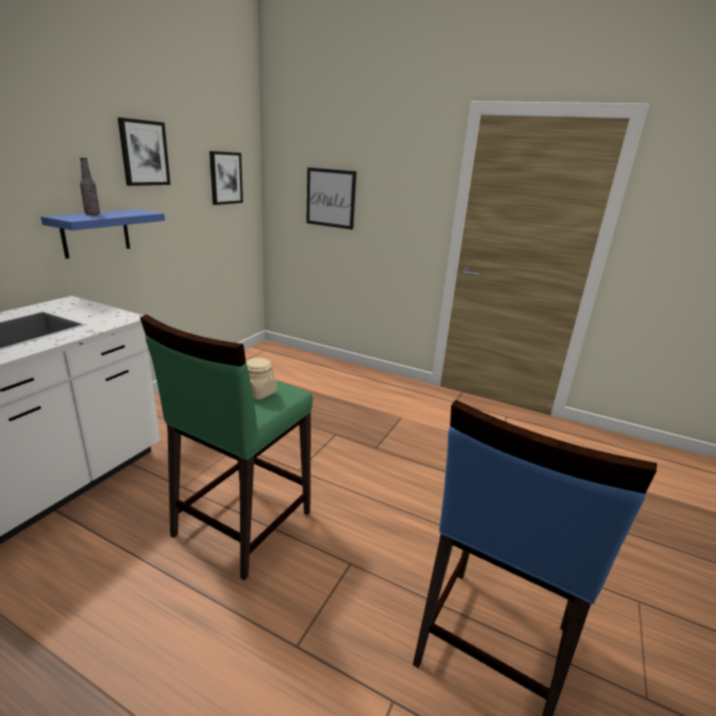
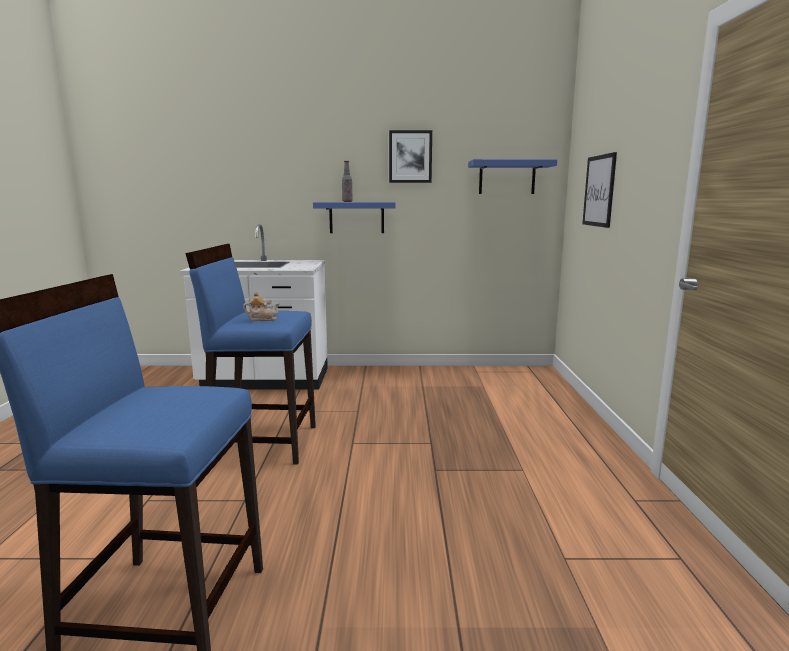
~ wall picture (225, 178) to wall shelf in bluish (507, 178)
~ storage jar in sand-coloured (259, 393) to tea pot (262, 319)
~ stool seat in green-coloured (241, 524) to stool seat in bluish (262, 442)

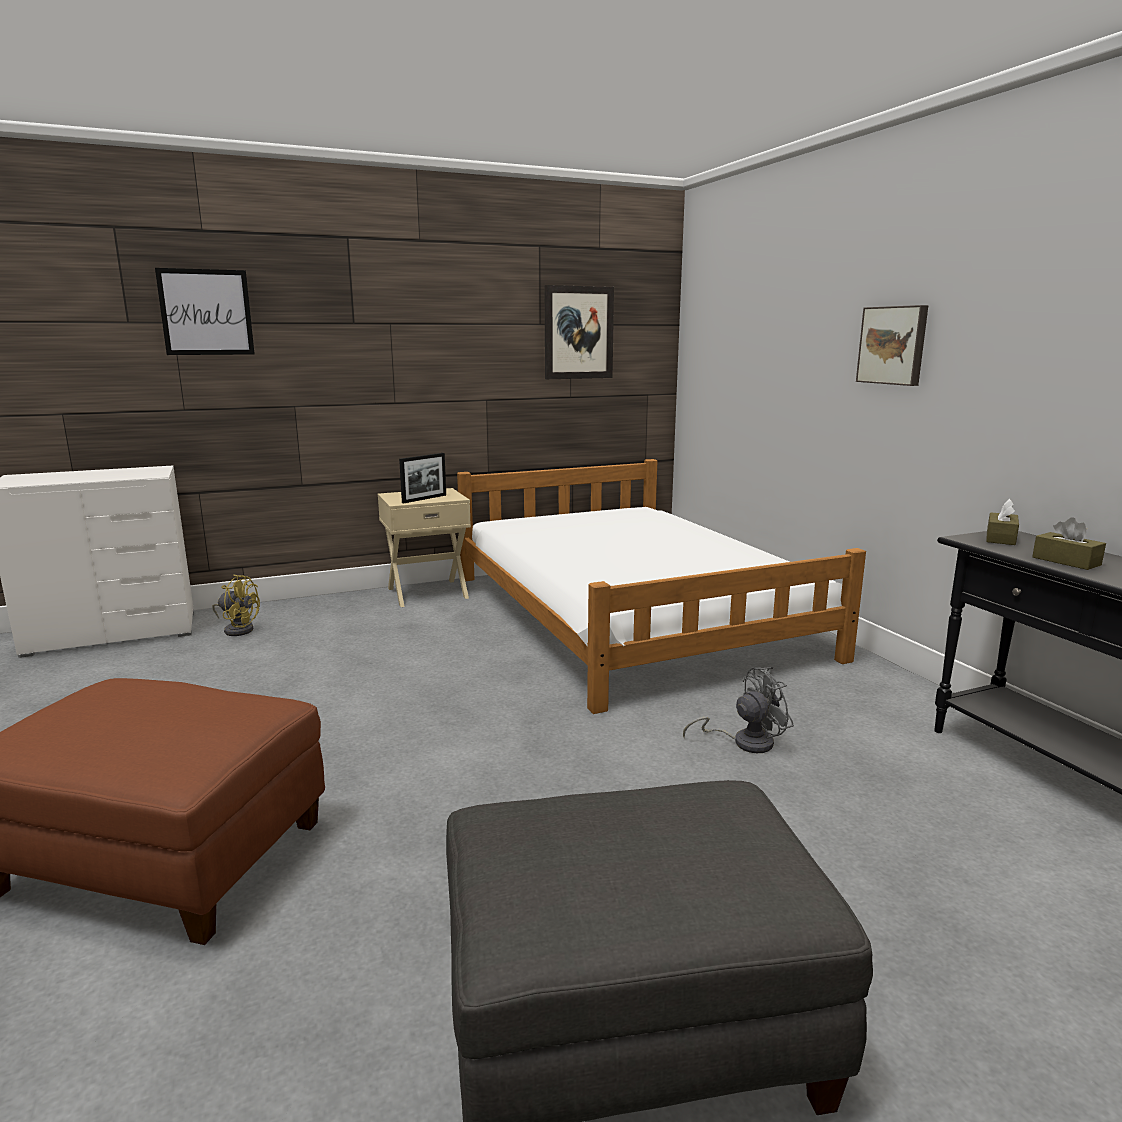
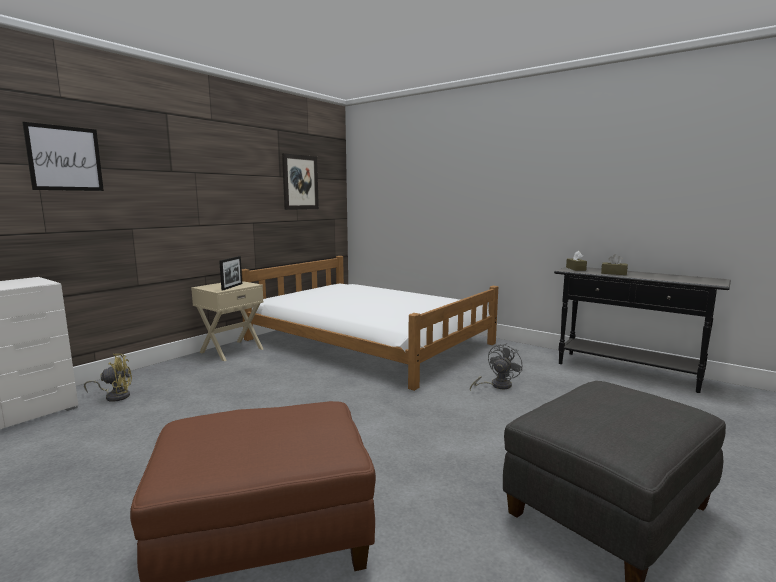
- wall picture (893, 345)

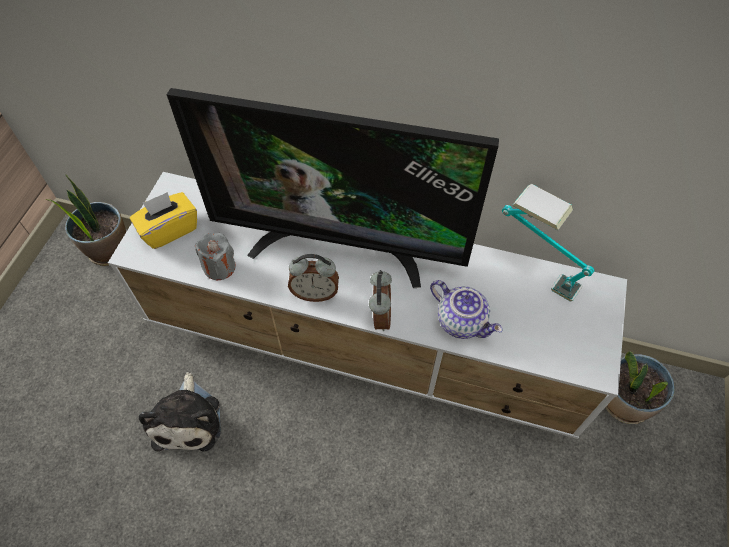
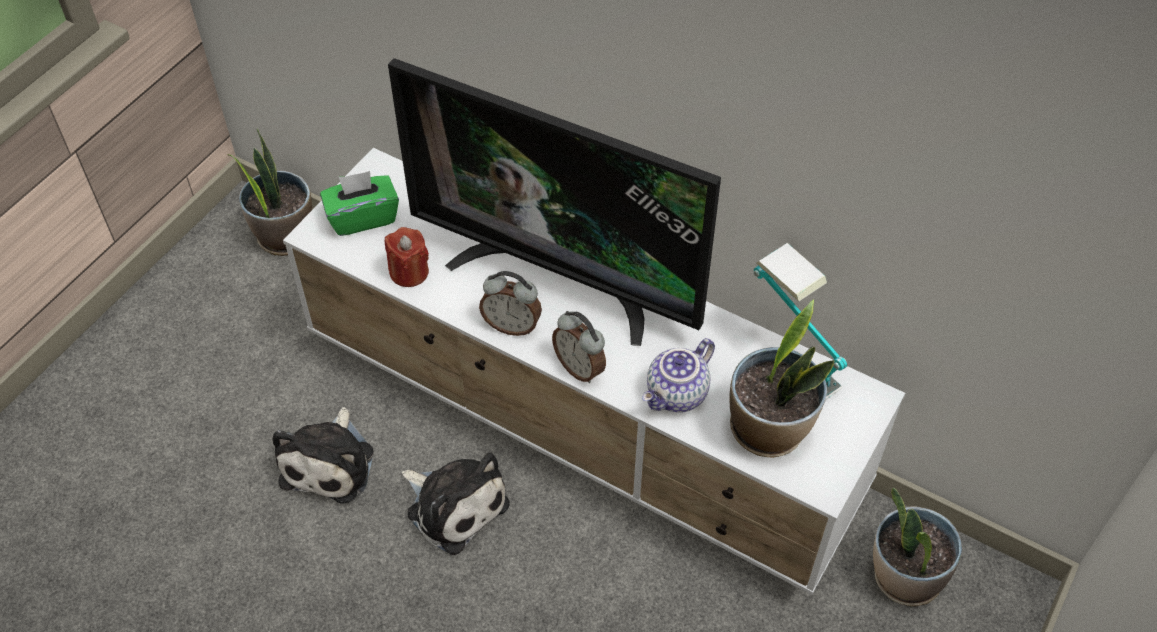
+ soft toy (454, 505)
+ plant in a pot (769, 429)
~ tissue box in yellow (169, 229) to tissue box in green-coloured (363, 217)
~ wax light in gray (219, 267) to wax light in red (409, 272)
~ table clock (379, 316) = (580, 367) 120 degrees clockwise
~ tea pot (462, 321) = (677, 395) 75 degrees clockwise

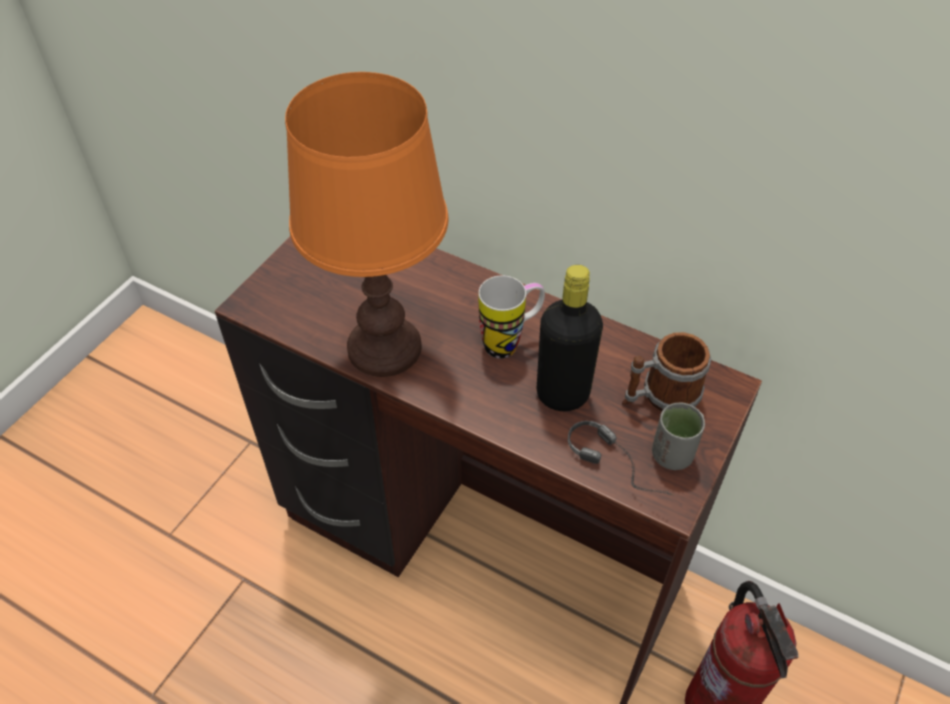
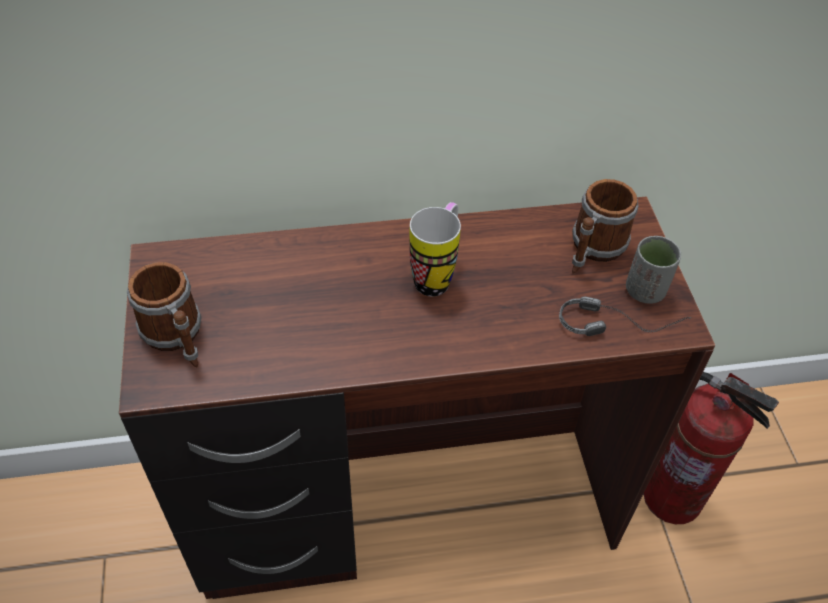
- tabletop lamp in orangey (385, 348)
- drink bottle in black (562, 394)
+ mug (177, 338)

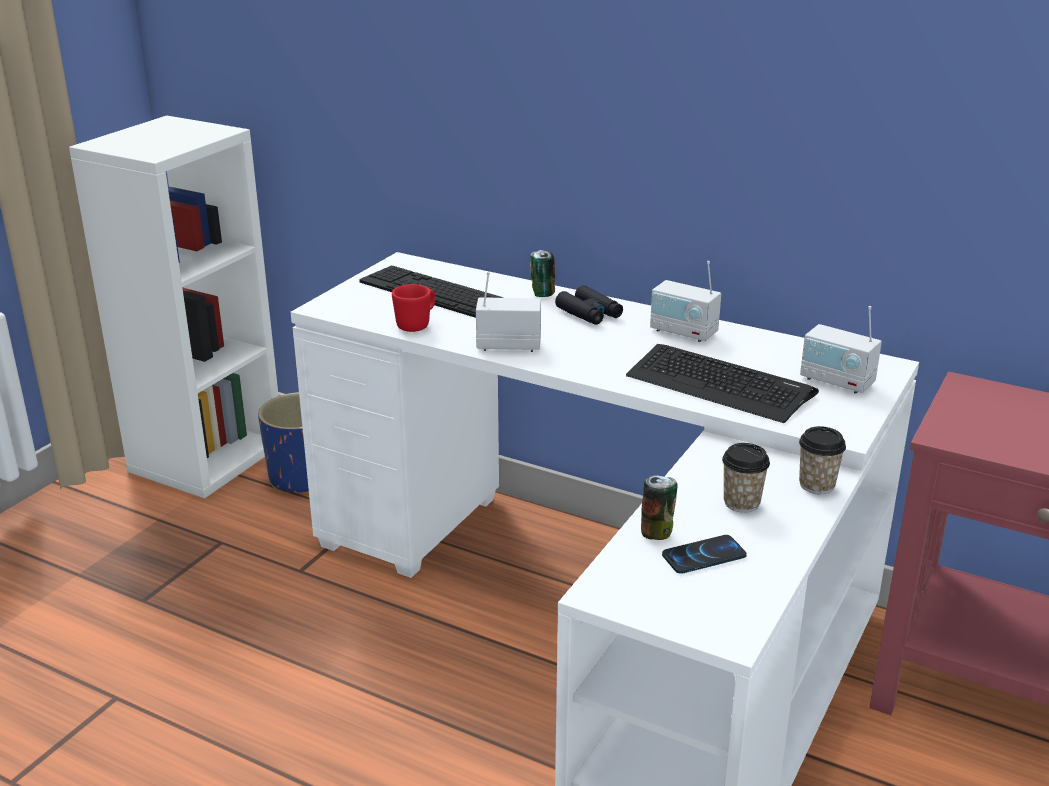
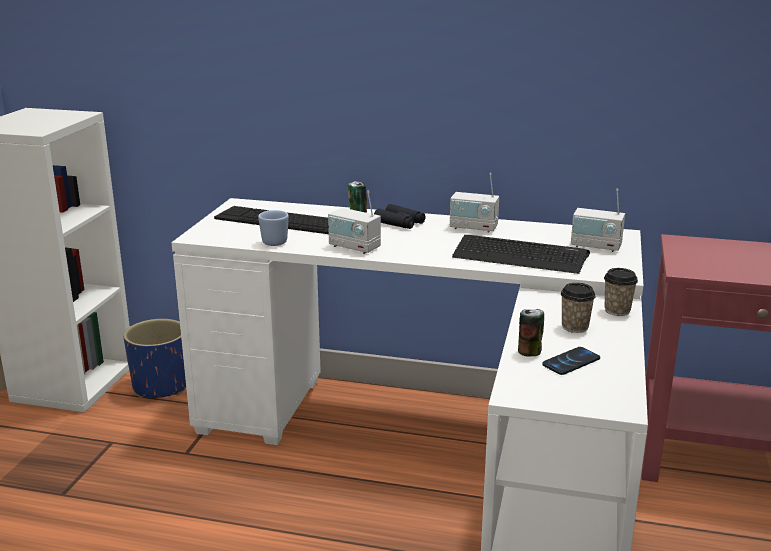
~ mug in red (417, 324) to mug in bluish (277, 241)
~ radio set (508, 345) = (354, 247) 135 degrees counterclockwise

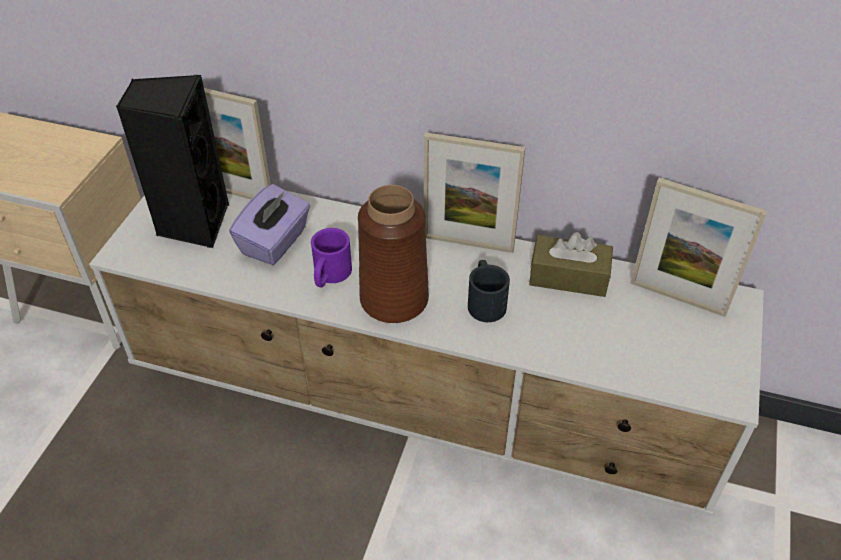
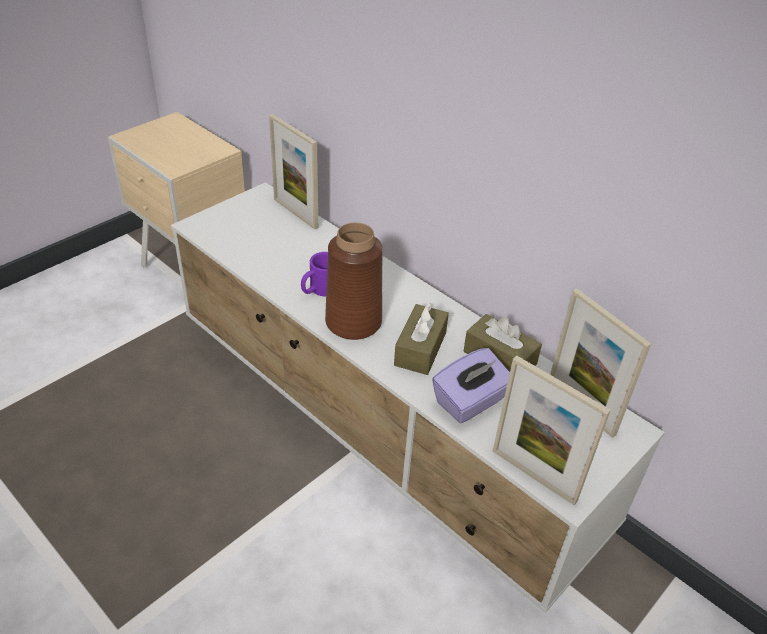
- speaker in black (193, 223)
~ tissue box in purple-coloured (275, 242) to (470, 402)
~ standing frame (468, 243) to (533, 475)
~ mug in black (485, 301) to tissue box in brownish (420, 349)

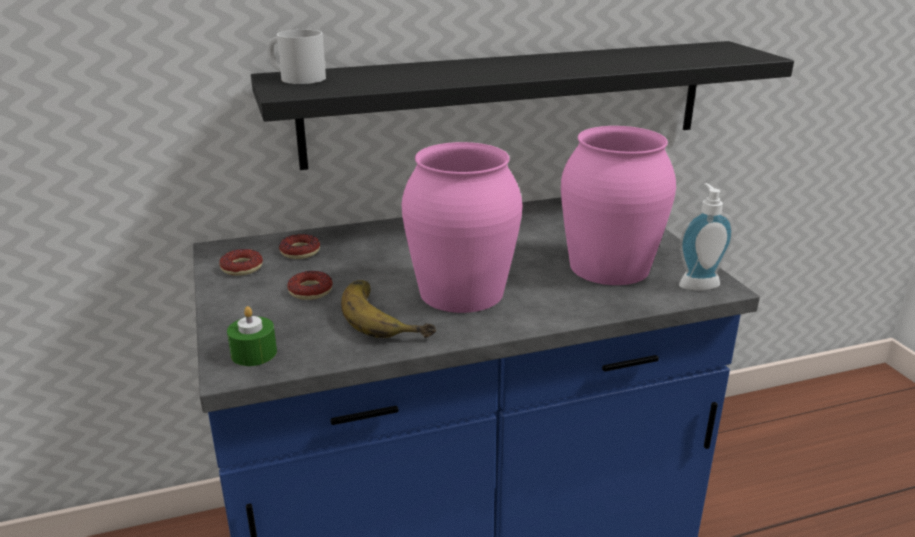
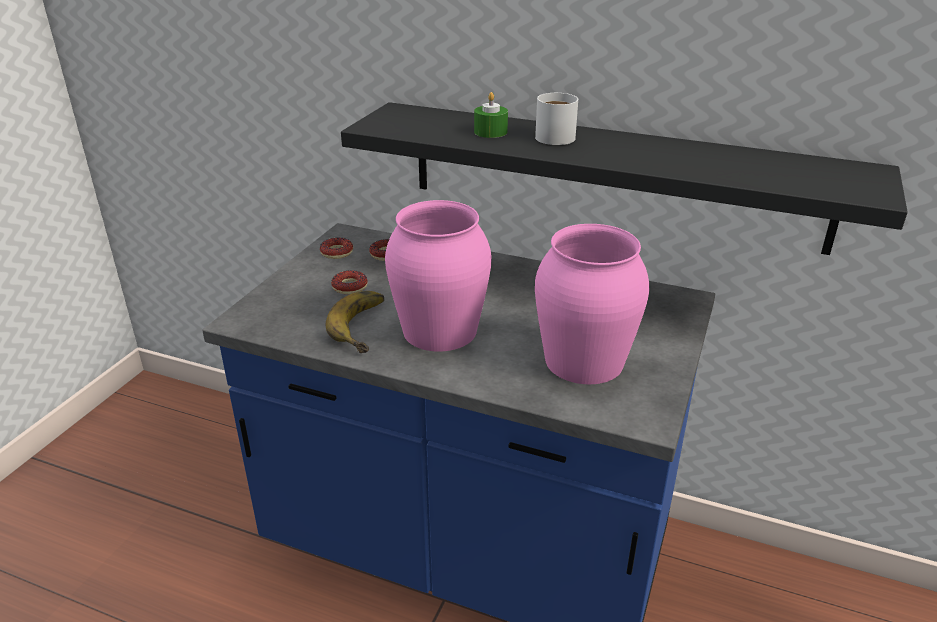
- soap dispenser (697, 283)
~ wax light in green-coloured (254, 353) to (490, 132)
~ mug in white-coloured (296, 77) to (551, 135)

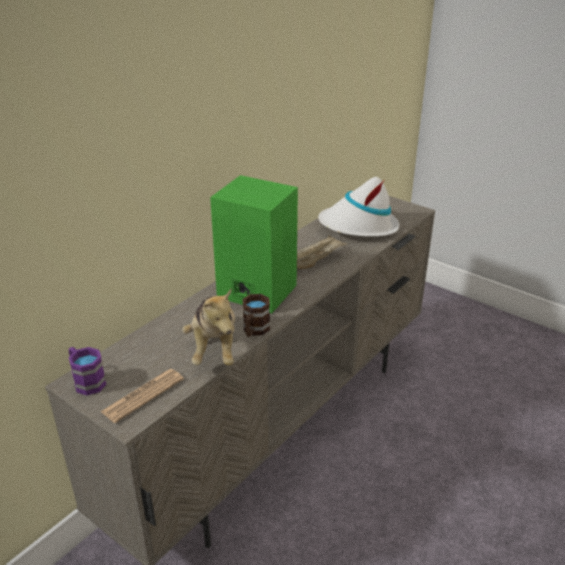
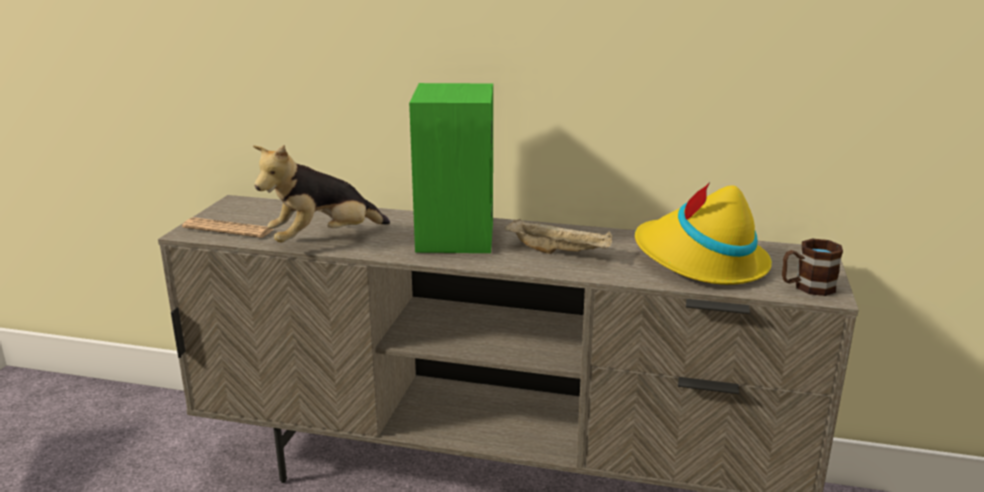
- mug in purple-coloured (86, 381)
~ mug in brownish (254, 331) to (806, 287)
~ wearable hat in white-coloured (358, 226) to wearable hat in yellow (699, 262)

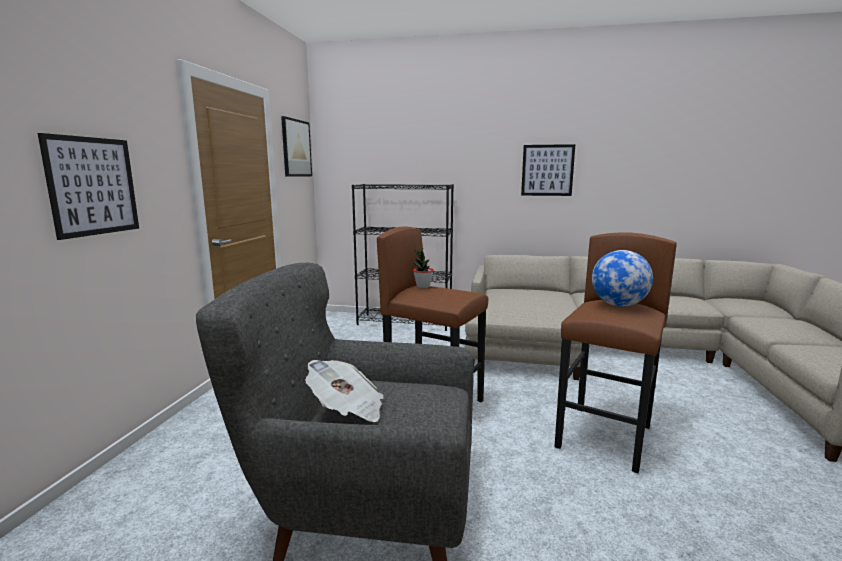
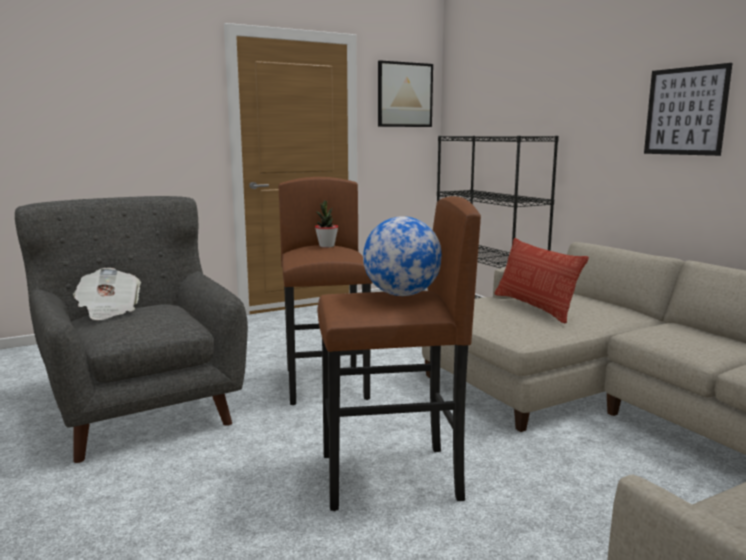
- wall picture (93, 186)
+ pillow (534, 307)

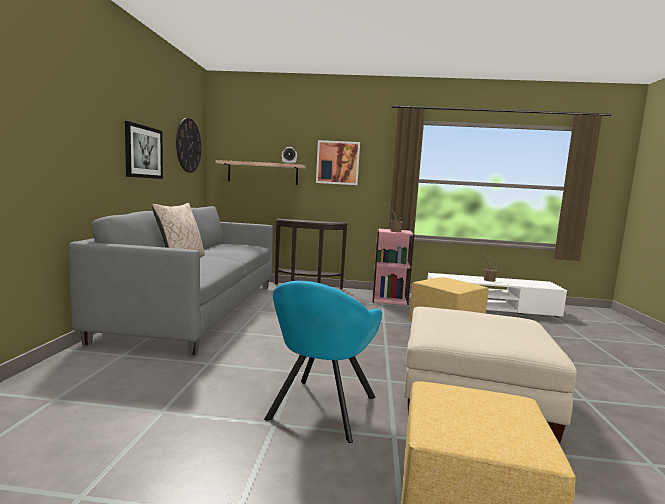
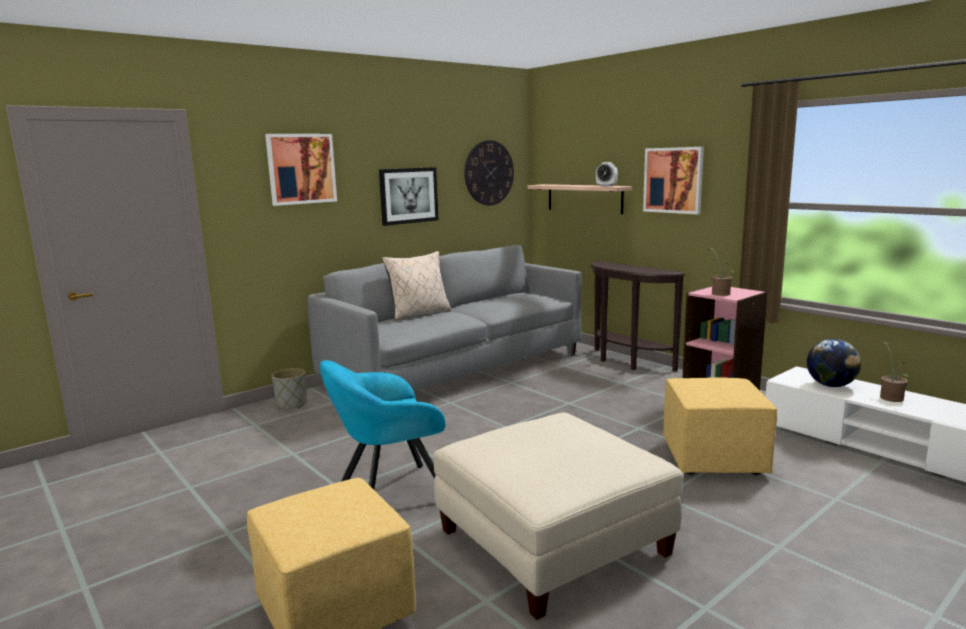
+ wall picture (301, 169)
+ flower pot in gray (292, 404)
+ world globe (831, 385)

